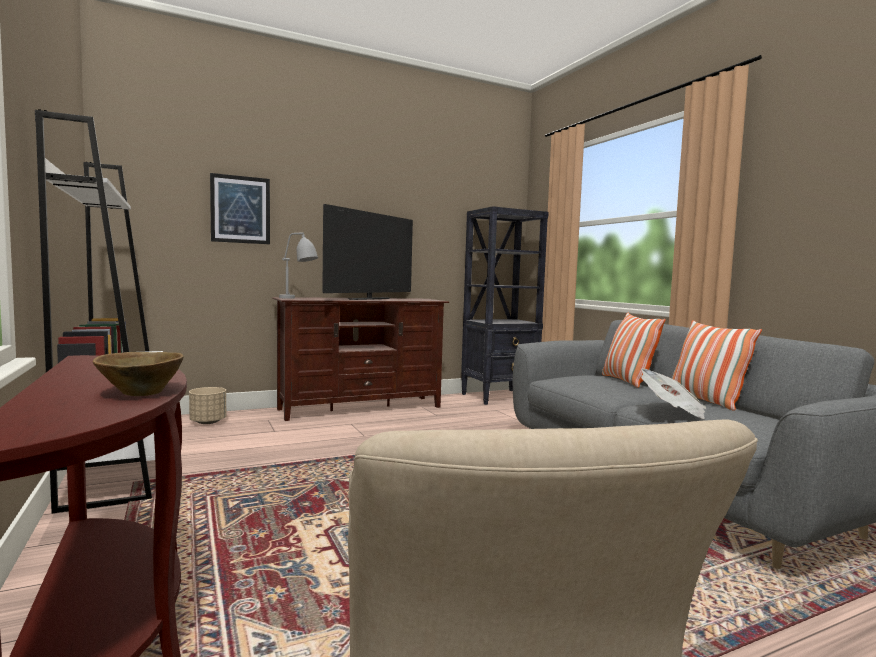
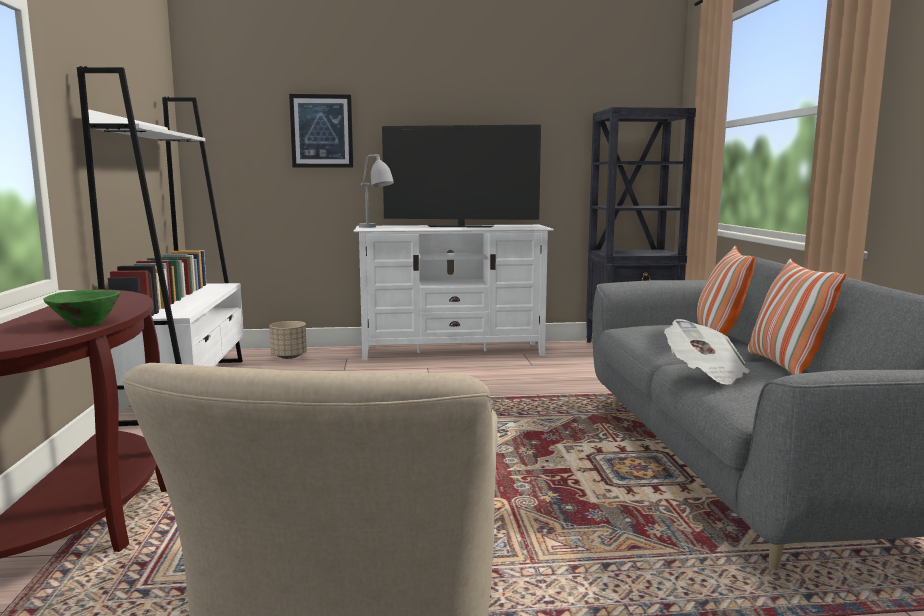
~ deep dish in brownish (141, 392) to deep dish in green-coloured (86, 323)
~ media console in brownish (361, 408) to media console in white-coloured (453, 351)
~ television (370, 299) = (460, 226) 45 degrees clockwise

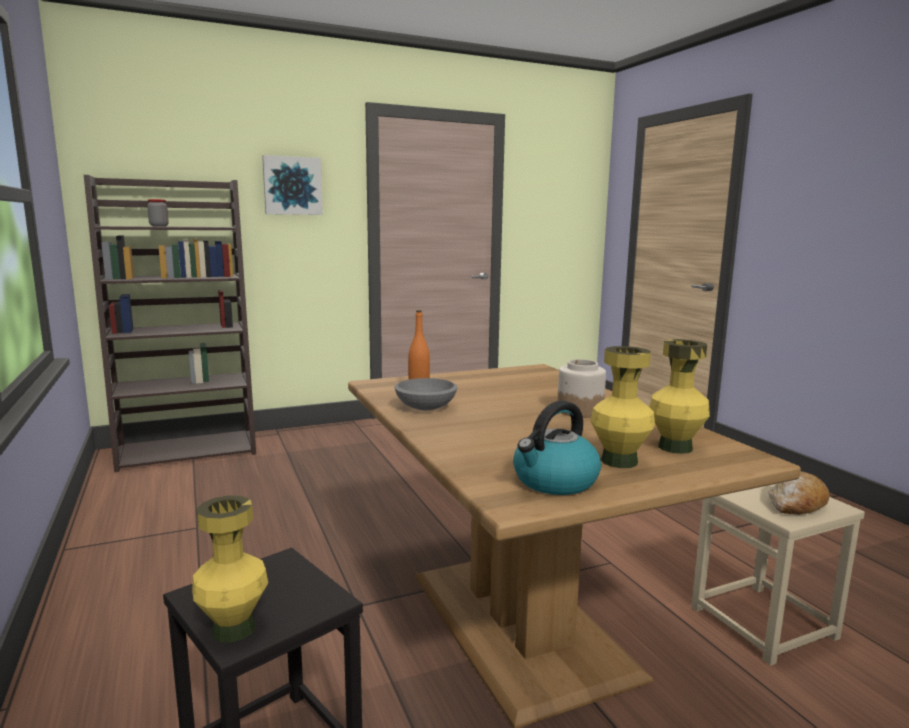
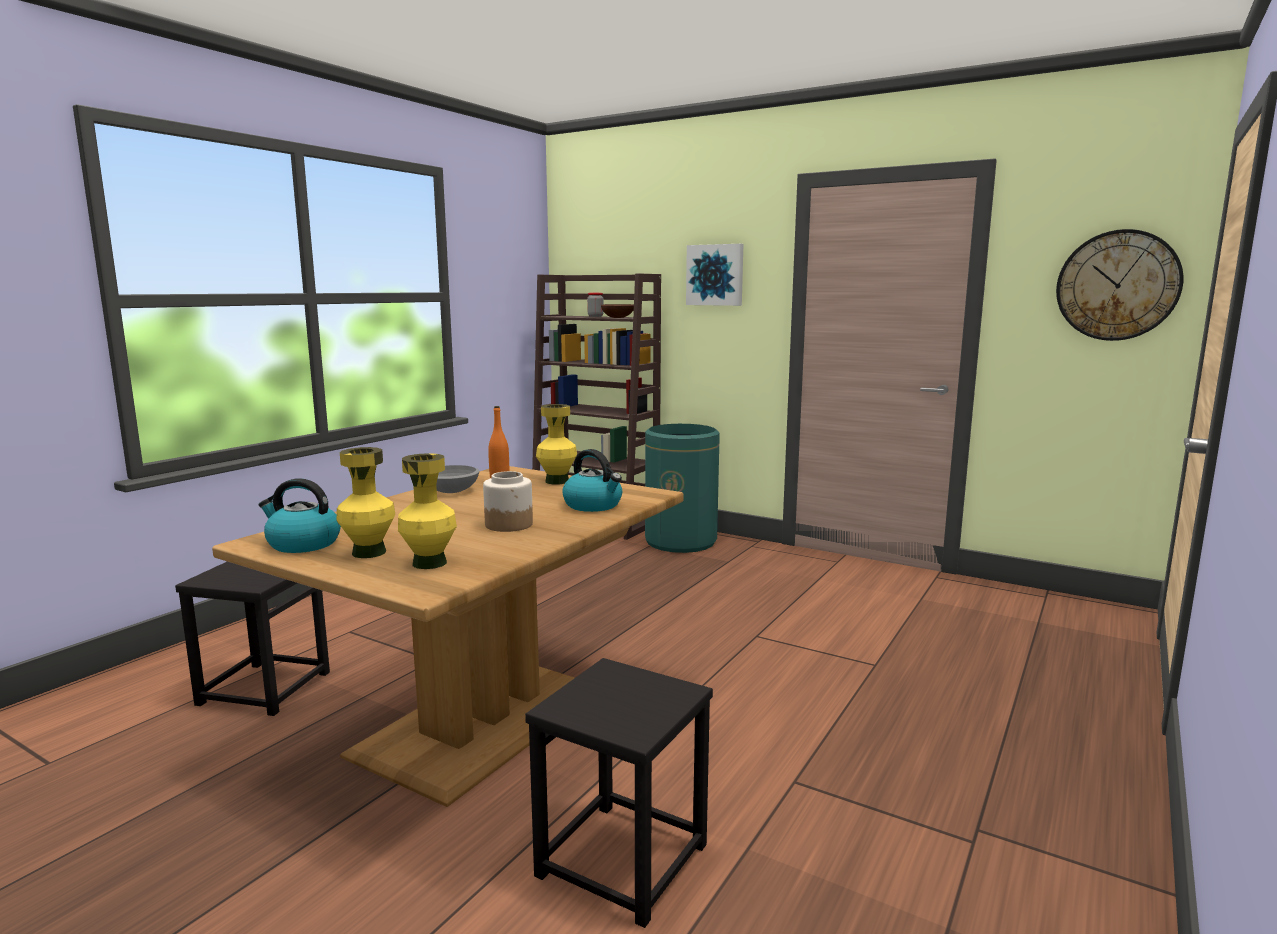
- bread (796, 503)
+ water kettle (593, 505)
+ deep dish in brownish (617, 317)
+ trash can in green-coloured (681, 541)
+ wall clock (1117, 285)
~ vase in yellow (233, 628) to (557, 481)
~ stool seat in sand-coloured (764, 622) to stool seat in black (623, 861)

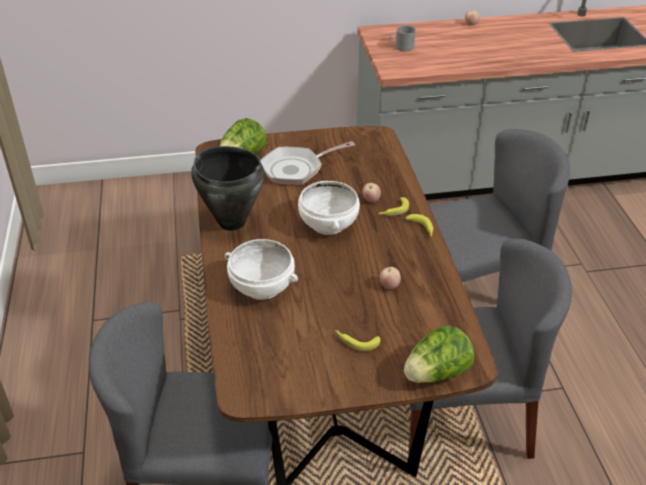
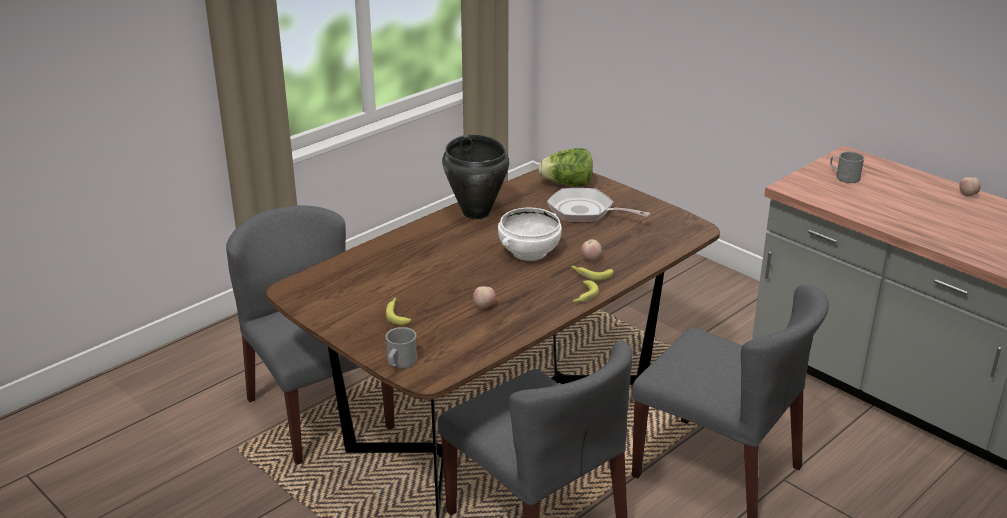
- deep dish in white-coloured (263, 286)
~ lettuce (436, 373) to mug in gray (400, 363)

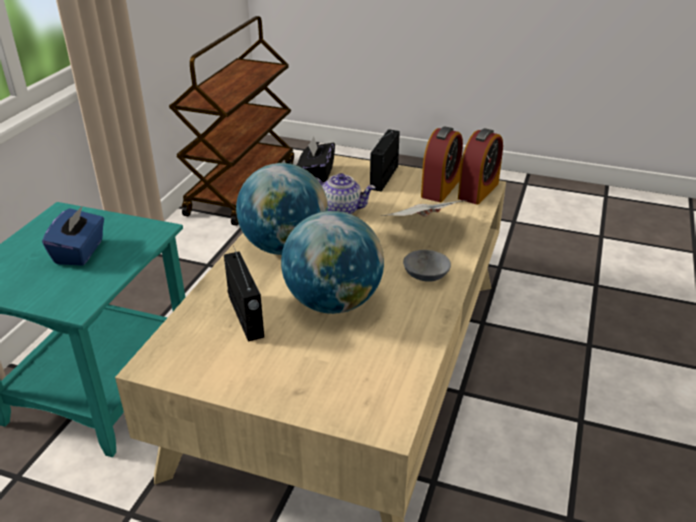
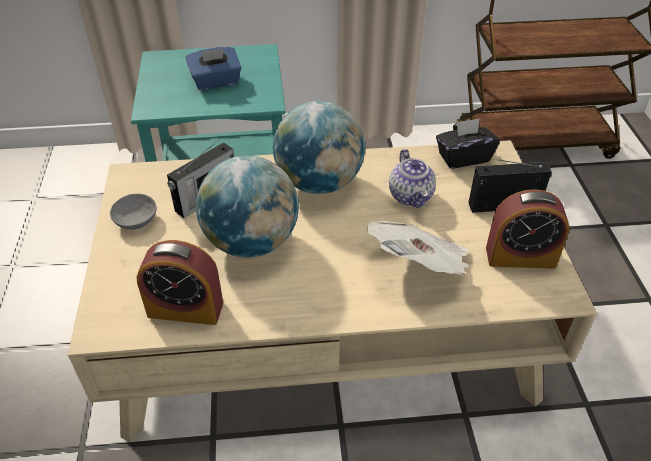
~ deep dish in gray (425, 275) to (134, 219)
~ table clock (478, 191) to (185, 309)

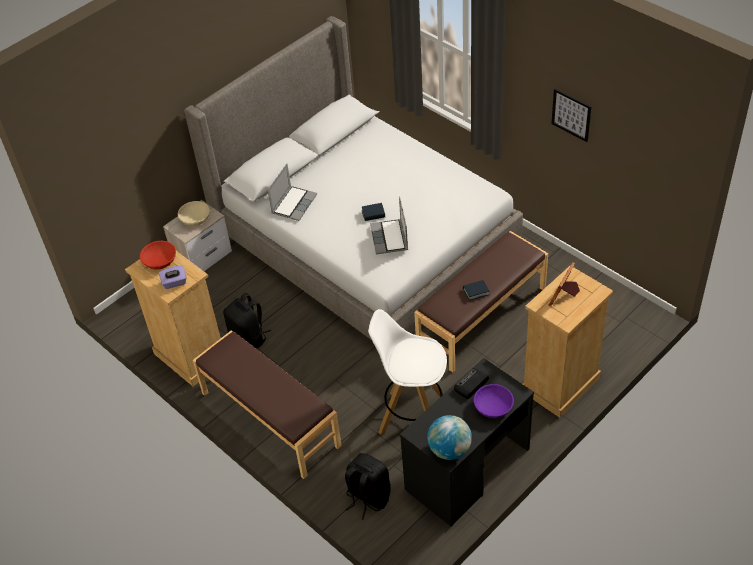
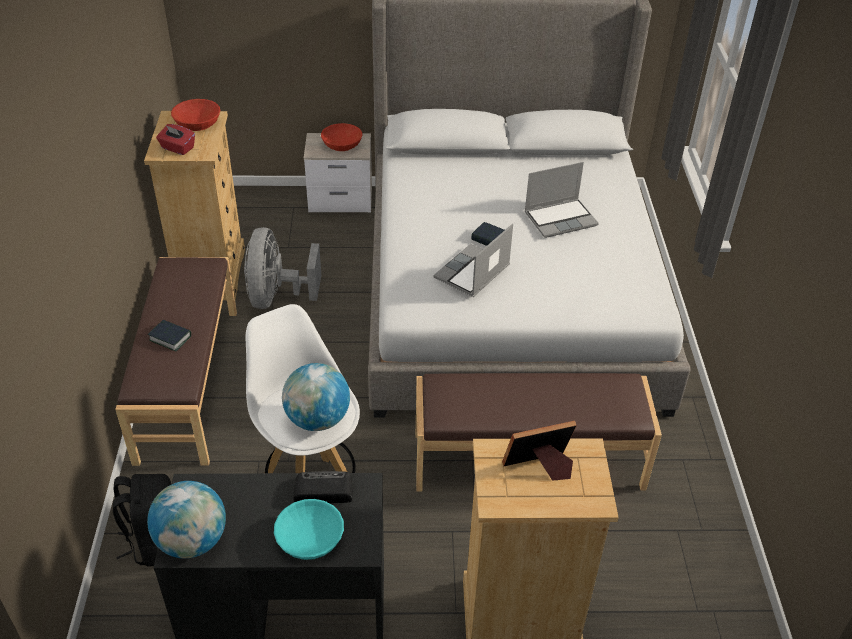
- wall picture (571, 114)
+ world globe (317, 419)
~ notebook computer (294, 204) to (561, 218)
~ bound book (476, 291) to (170, 338)
~ knapsack in black (249, 338) to electric fan in gray (277, 297)
~ tissue box in purple-coloured (174, 283) to tissue box in red (177, 148)
~ deep dish in sand-coloured (195, 218) to deep dish in red (342, 144)
~ deep dish in purple-coloured (493, 406) to deep dish in blue-green (310, 538)

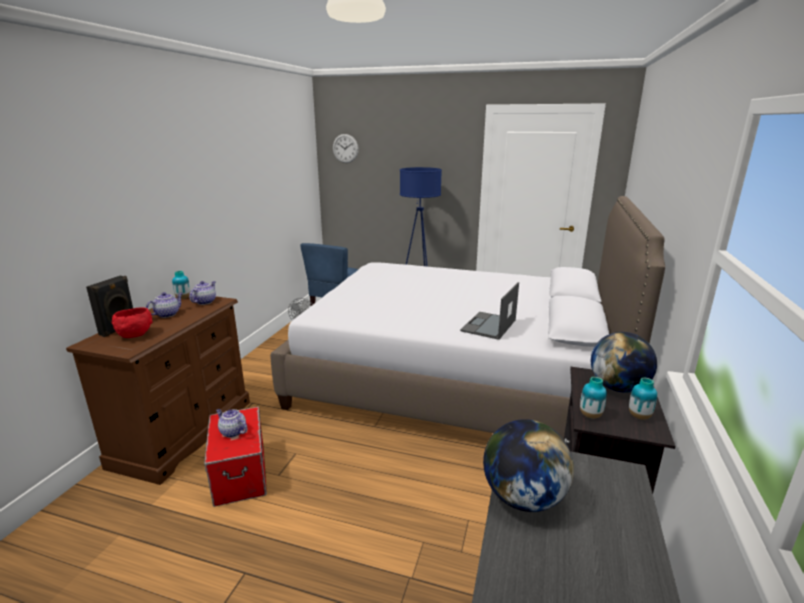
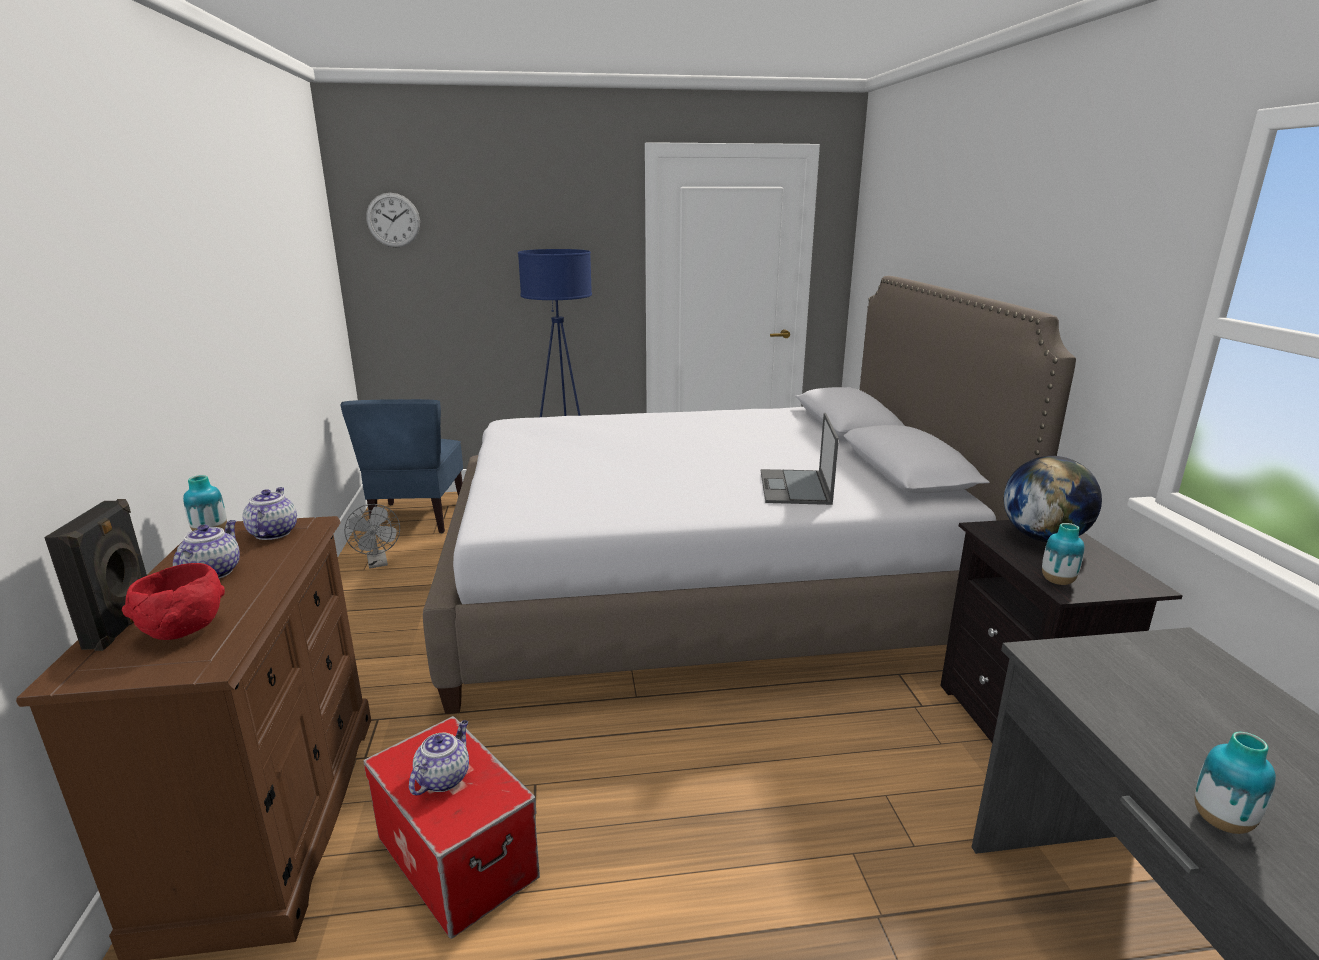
- world globe (523, 498)
~ vase (639, 416) to (1221, 821)
~ tea pot (232, 432) = (443, 778) 105 degrees clockwise

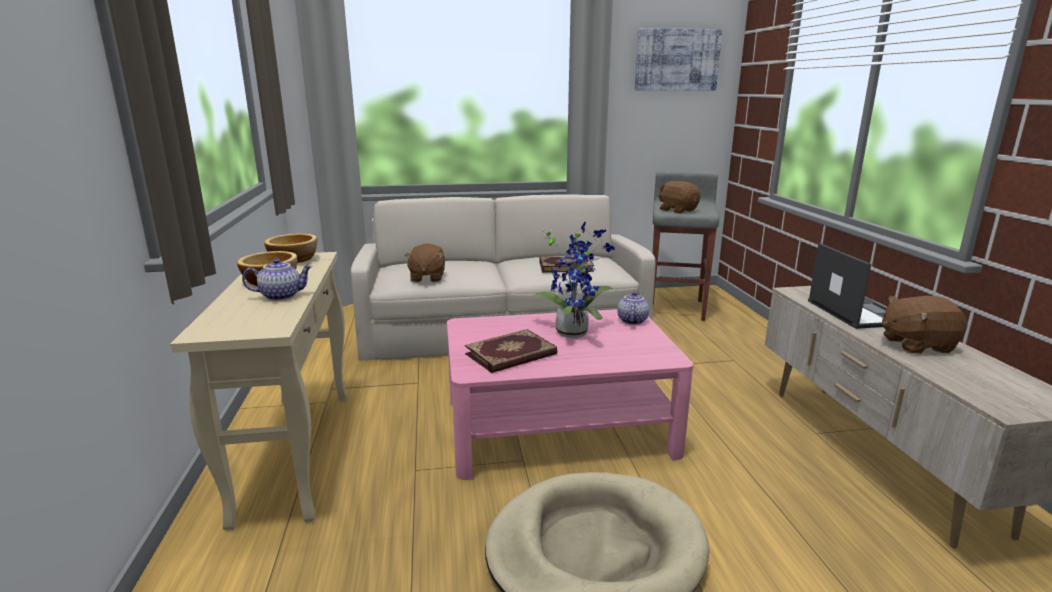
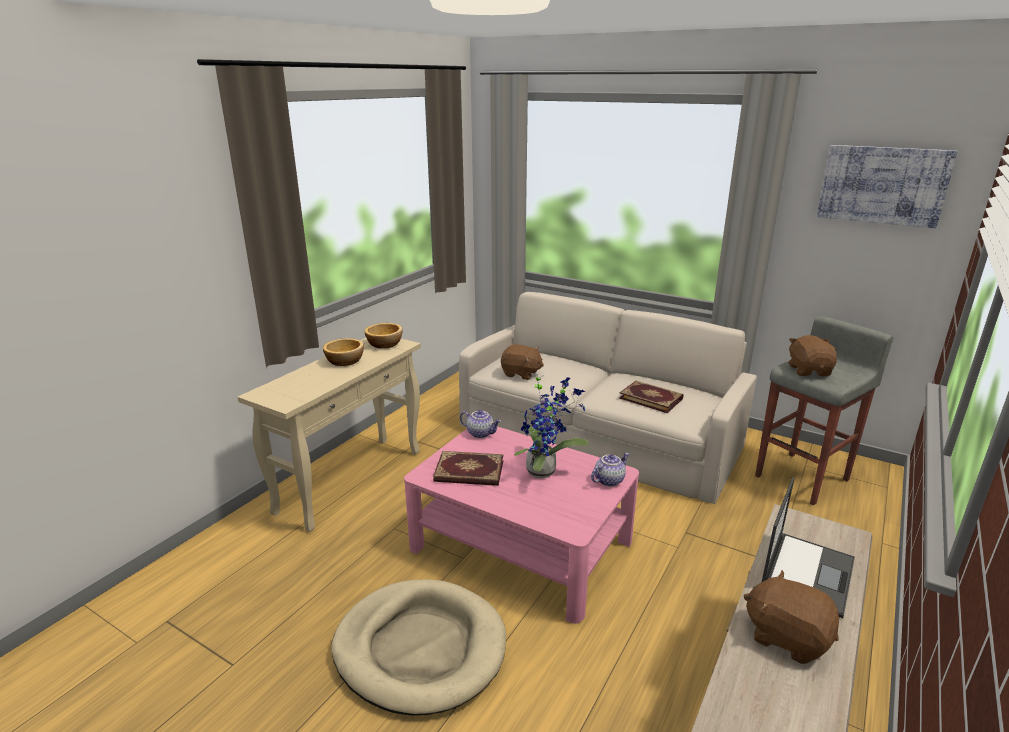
~ tea pot (281, 296) to (481, 433)
~ soft toy in brownish (427, 278) = (521, 373) 105 degrees counterclockwise

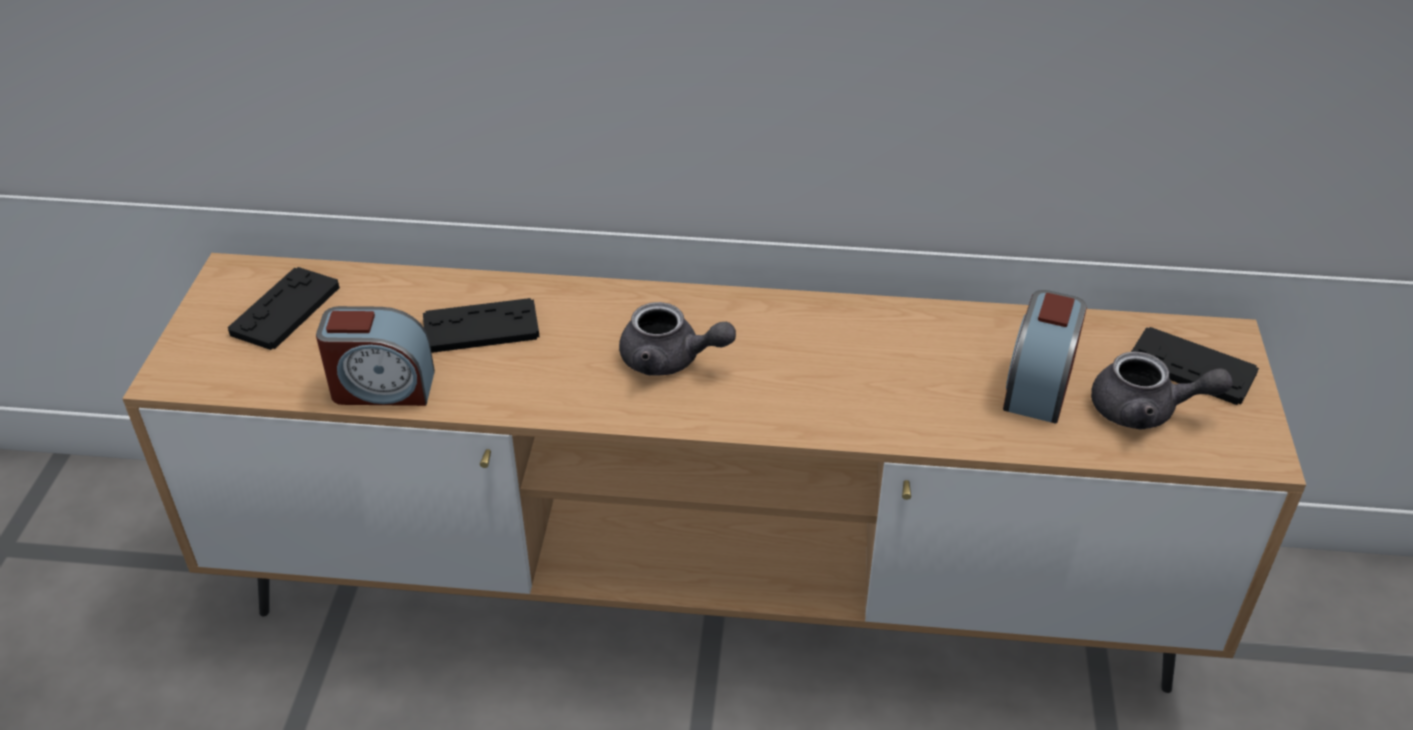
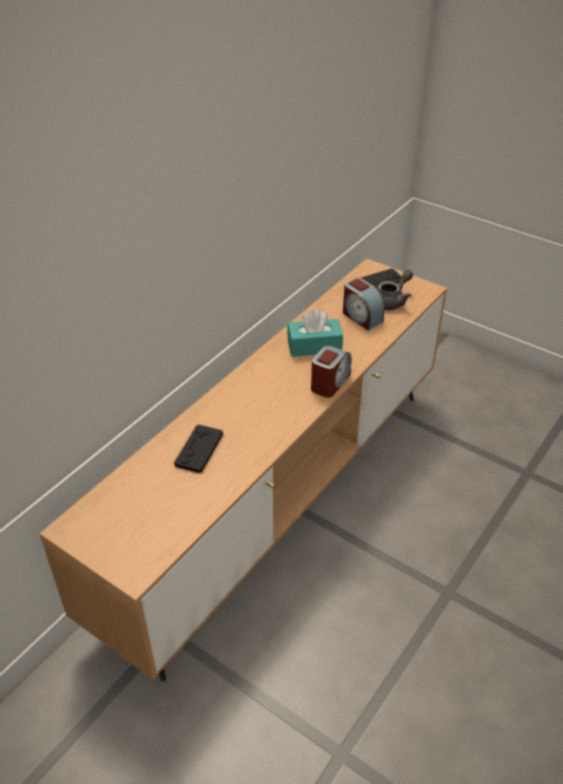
- gamepad in black (285, 310)
- tea pot in gray (670, 360)
+ tissue box in blue-green (314, 346)
~ table clock (382, 388) to (330, 383)

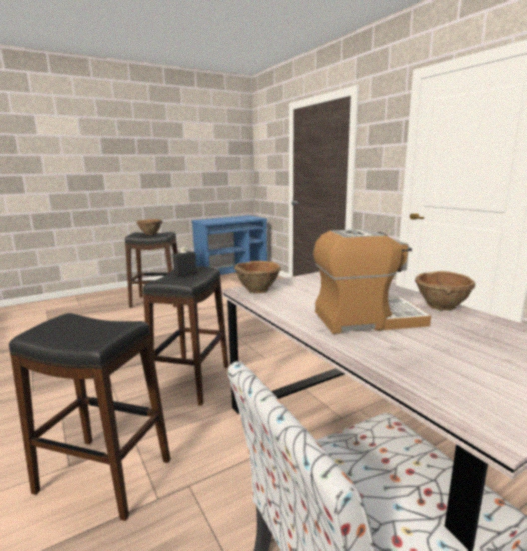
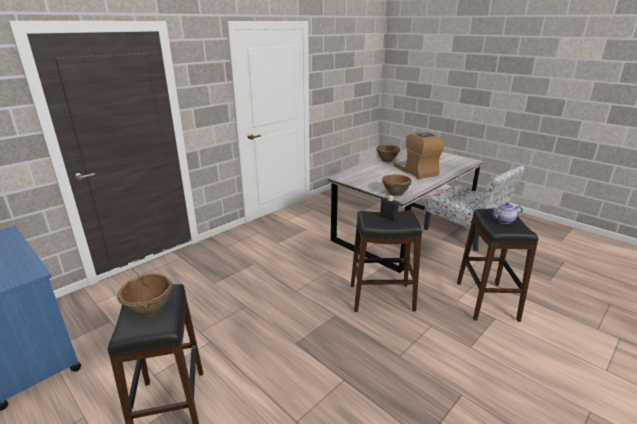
+ tea pot (504, 221)

